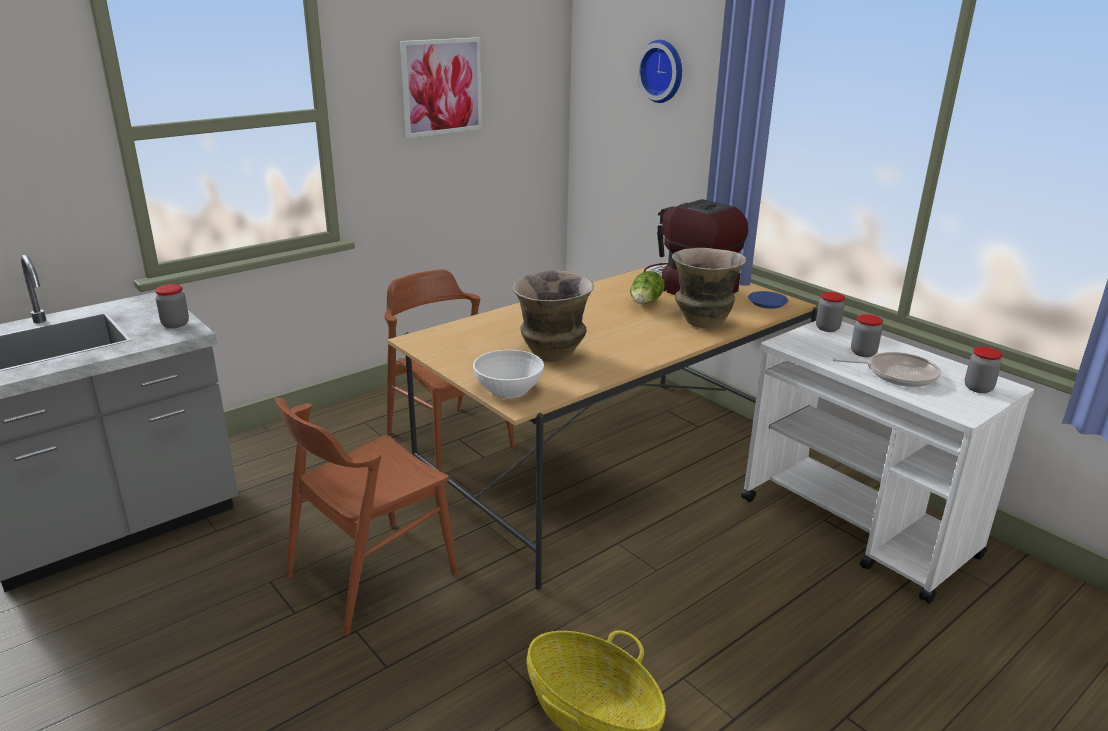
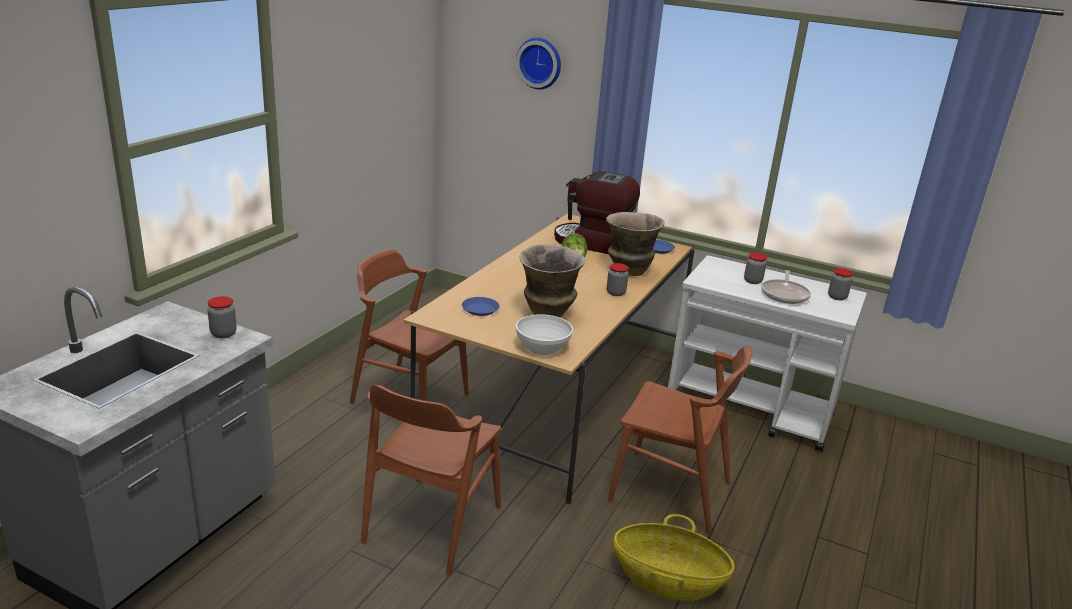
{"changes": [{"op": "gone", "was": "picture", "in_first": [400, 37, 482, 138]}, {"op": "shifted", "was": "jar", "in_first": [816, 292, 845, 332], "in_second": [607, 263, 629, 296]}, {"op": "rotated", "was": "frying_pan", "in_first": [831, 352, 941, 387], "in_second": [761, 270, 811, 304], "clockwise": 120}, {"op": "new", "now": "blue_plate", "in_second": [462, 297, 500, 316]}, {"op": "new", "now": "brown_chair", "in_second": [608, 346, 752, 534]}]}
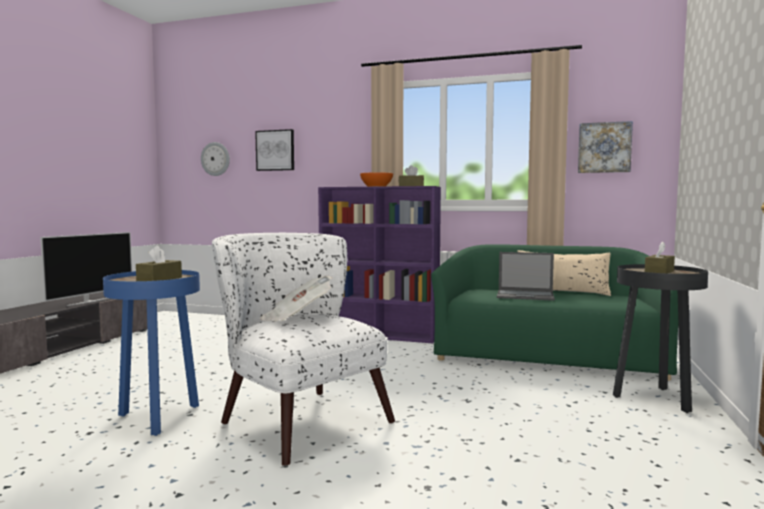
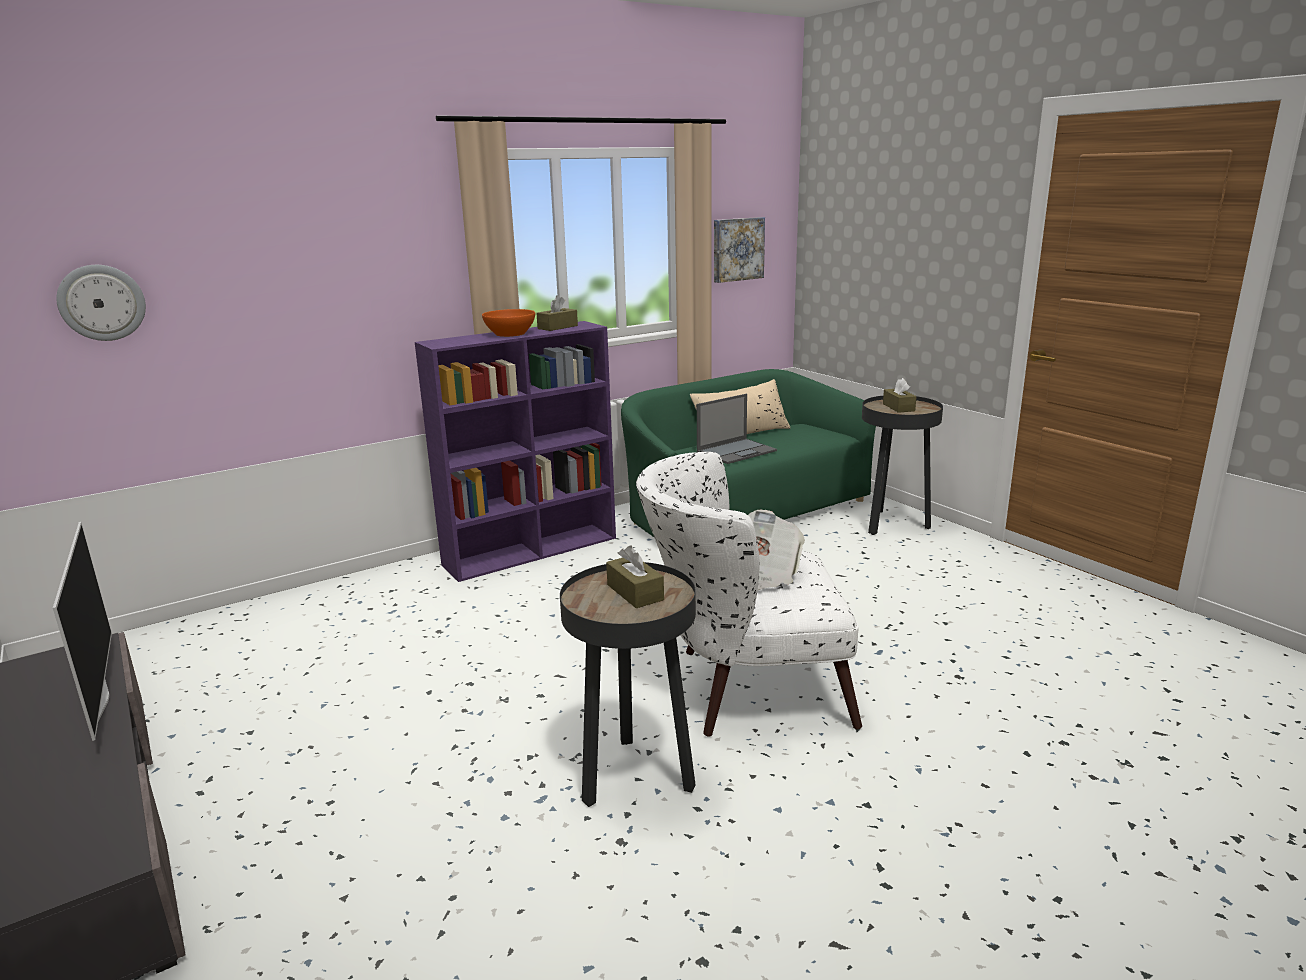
{"changes": [{"op": "gone", "was": "picture", "in_first": [255, 129, 294, 171]}, {"op": "repainted", "was": "blue_side_table", "now": "black_side_table", "in_first": [103, 270, 200, 436], "in_second": [560, 562, 696, 807]}]}
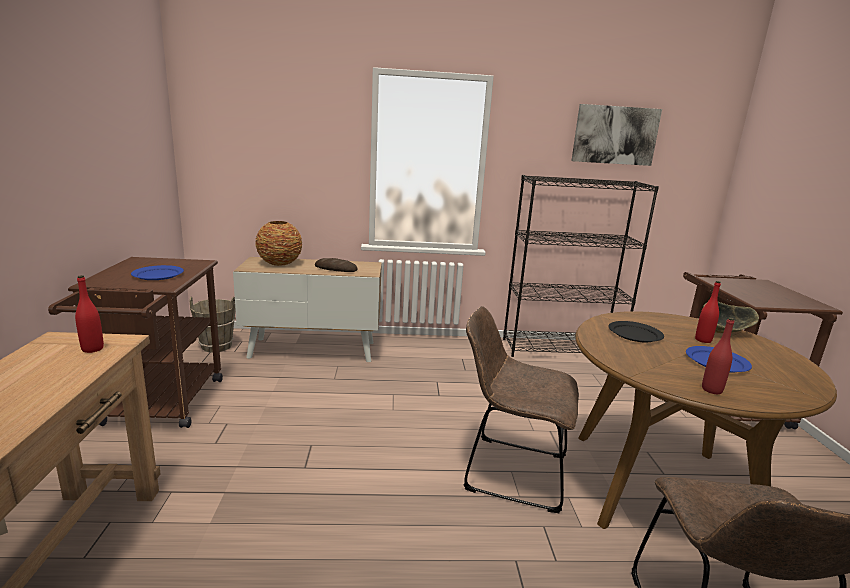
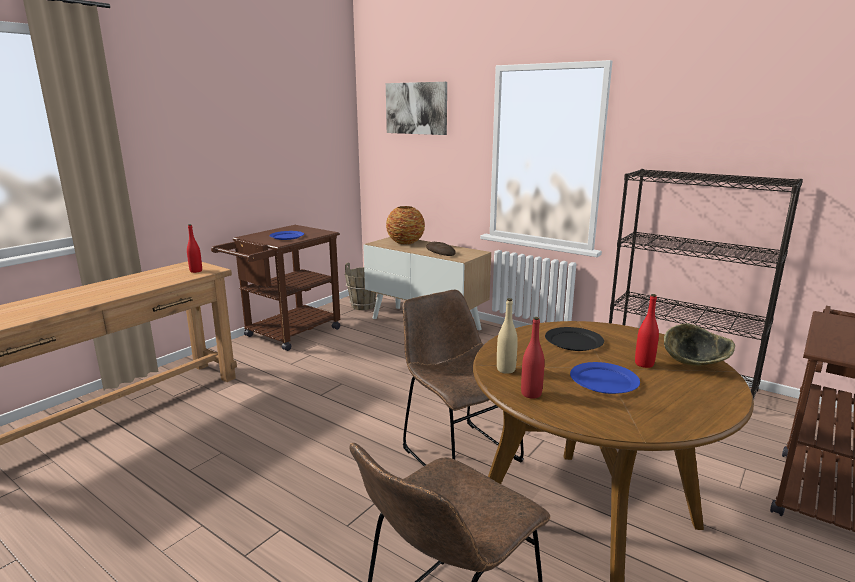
{"changes": [{"op": "shifted", "was": "picture", "in_first": [571, 104, 662, 166], "in_second": [386, 82, 447, 135]}, {"op": "new", "now": "beige_bottle", "in_second": [497, 298, 518, 374]}]}
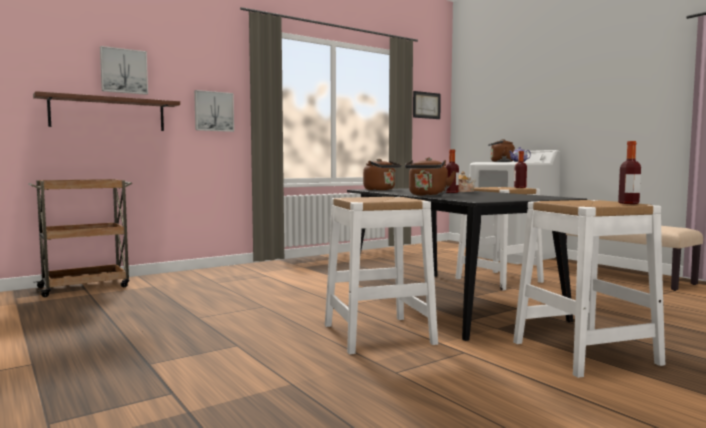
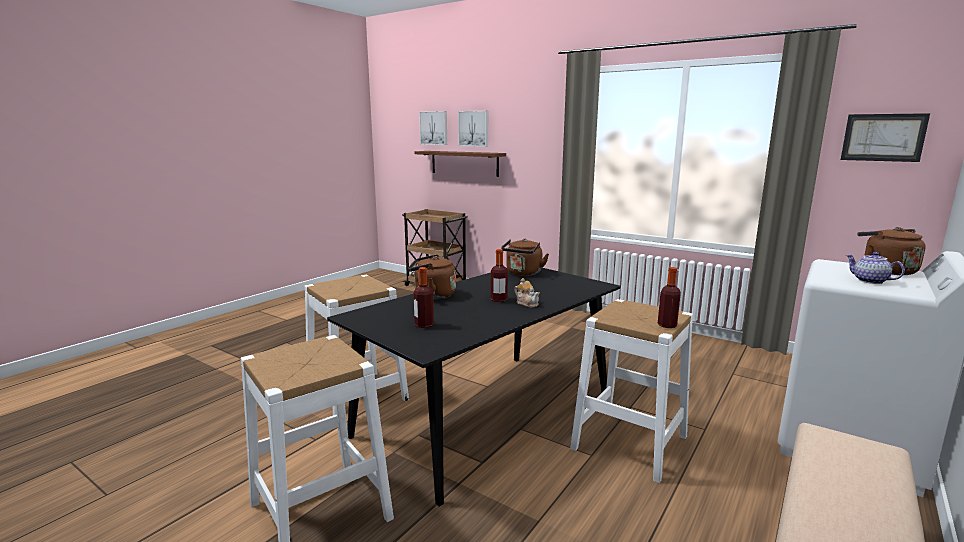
{"changes": [{"op": "shifted", "was": "picture", "in_first": [194, 90, 234, 132], "in_second": [419, 111, 447, 145]}, {"op": "shifted", "was": "bottle", "in_first": [618, 141, 641, 204], "in_second": [414, 267, 434, 328]}]}
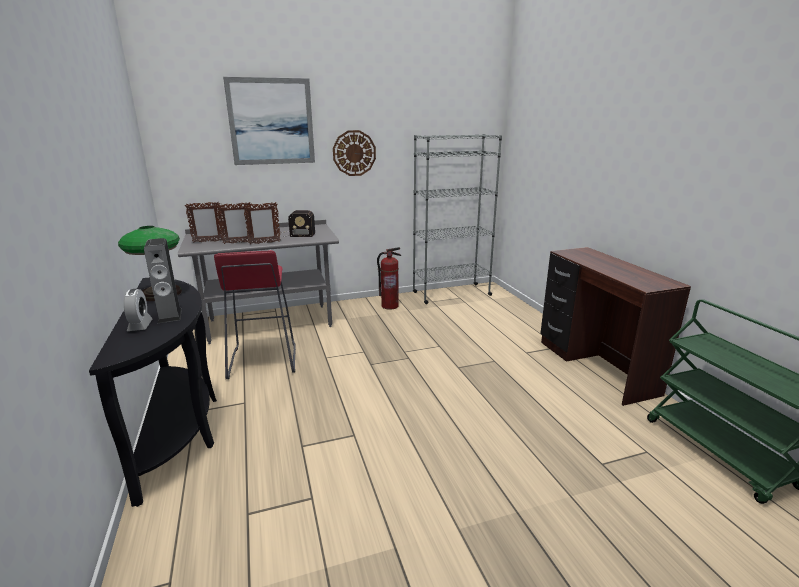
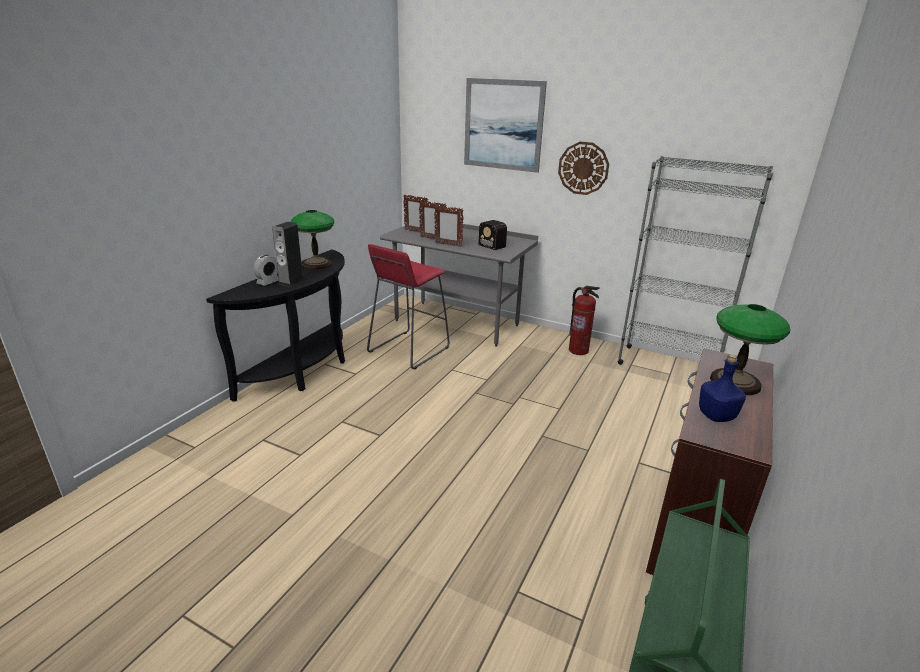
{"changes": [{"op": "new", "now": "table_lamp", "in_second": [710, 304, 790, 395]}, {"op": "new", "now": "blue_bottle", "in_second": [699, 355, 746, 422]}]}
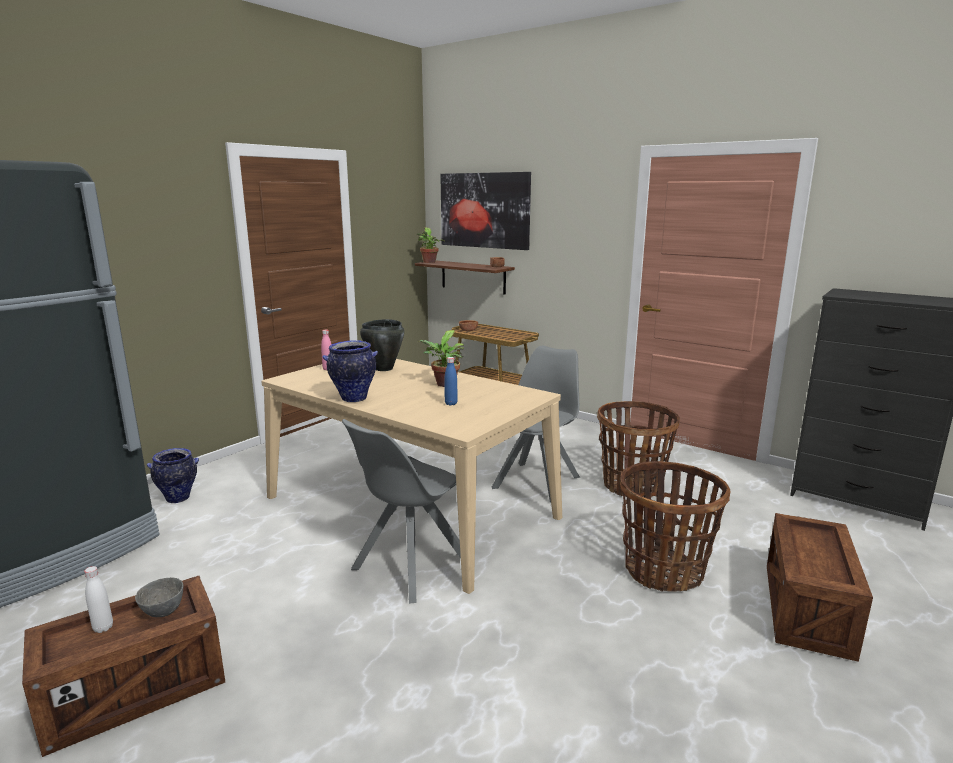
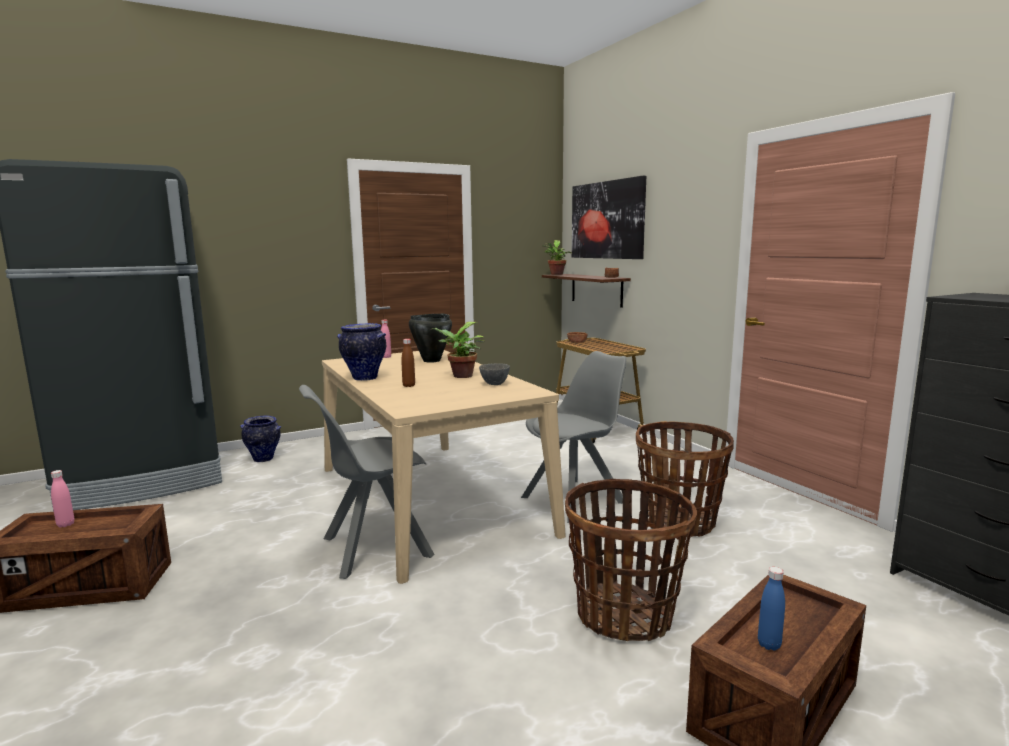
{"changes": [{"op": "shifted", "was": "blue_bottle", "in_first": [444, 357, 458, 405], "in_second": [758, 567, 785, 651]}, {"op": "repainted", "was": "white_bottle", "now": "pink_bottle", "in_first": [84, 566, 113, 633], "in_second": [51, 470, 74, 527]}, {"op": "shifted", "was": "grey_bowl", "in_first": [135, 577, 183, 617], "in_second": [479, 363, 510, 385]}, {"op": "new", "now": "brown_bottle", "in_second": [401, 339, 415, 387]}]}
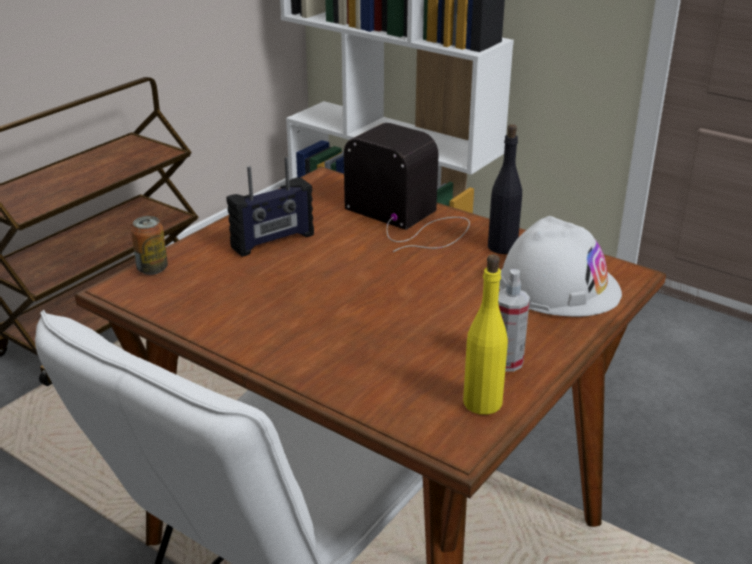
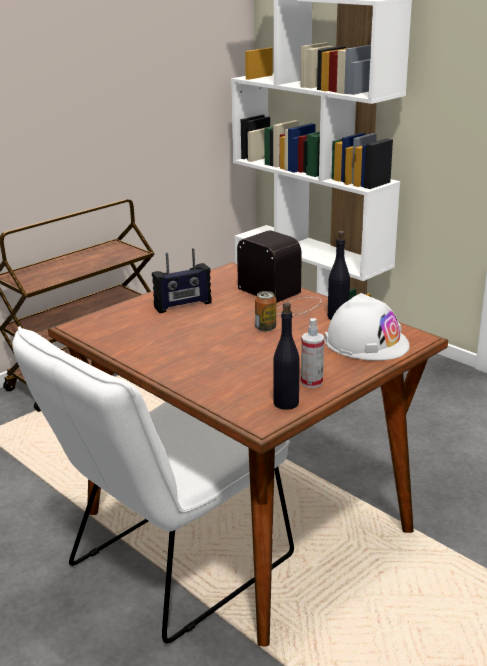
{"changes": [{"op": "shifted", "was": "can", "in_first": [131, 216, 168, 275], "in_second": [255, 291, 276, 331]}, {"op": "repainted", "was": "yellow_bottle", "now": "black_bottle", "in_first": [463, 255, 508, 415], "in_second": [273, 302, 300, 410]}]}
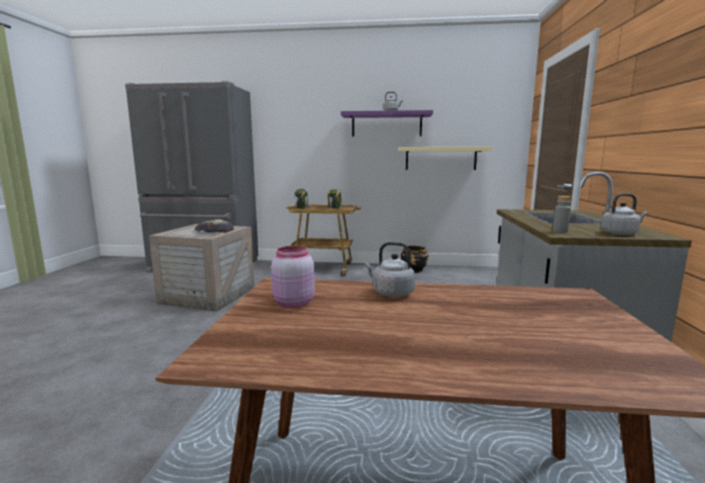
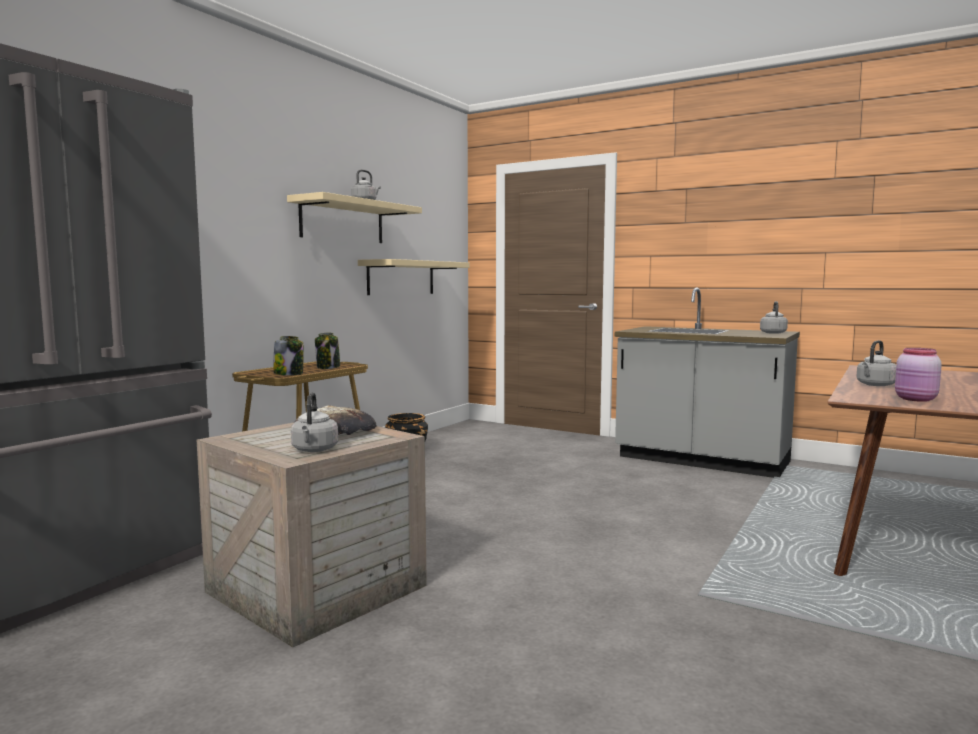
{"changes": [{"op": "repainted", "was": "purple_shelf", "now": "beige_shelf", "in_first": [341, 110, 433, 137], "in_second": [287, 192, 422, 243]}, {"op": "gone", "was": "grey_bottle", "in_first": [553, 196, 571, 233]}, {"op": "new", "now": "grey_kettle", "in_second": [291, 392, 338, 452]}]}
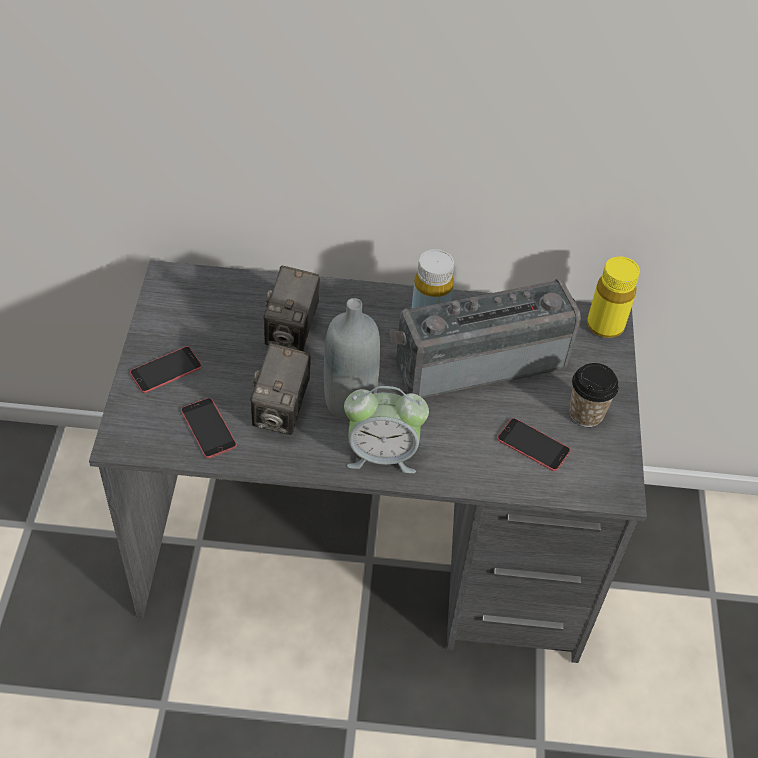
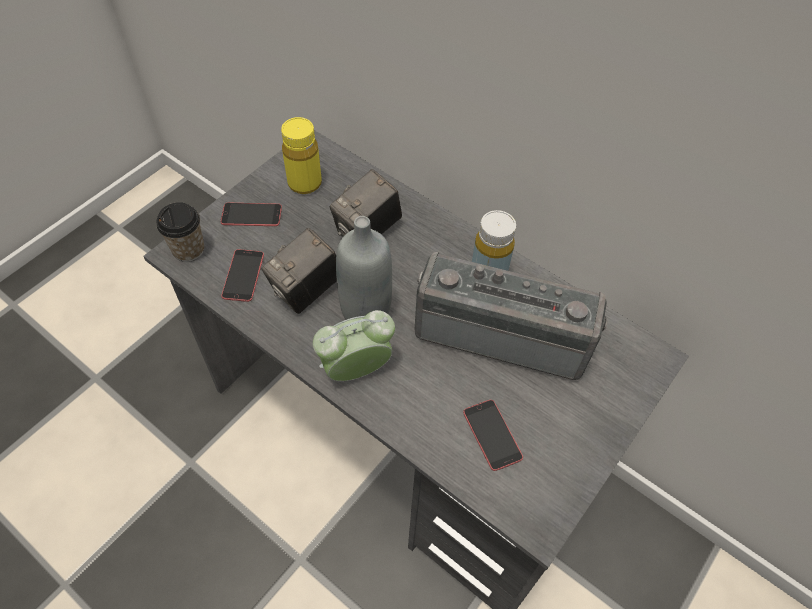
{"changes": [{"op": "shifted", "was": "yellow_bottle", "in_first": [587, 256, 640, 338], "in_second": [281, 117, 322, 194]}, {"op": "shifted", "was": "cup", "in_first": [569, 363, 619, 427], "in_second": [156, 202, 204, 262]}, {"op": "rotated", "was": "alarm_clock", "in_first": [344, 386, 429, 473], "in_second": [313, 310, 395, 381], "clockwise": 120}]}
